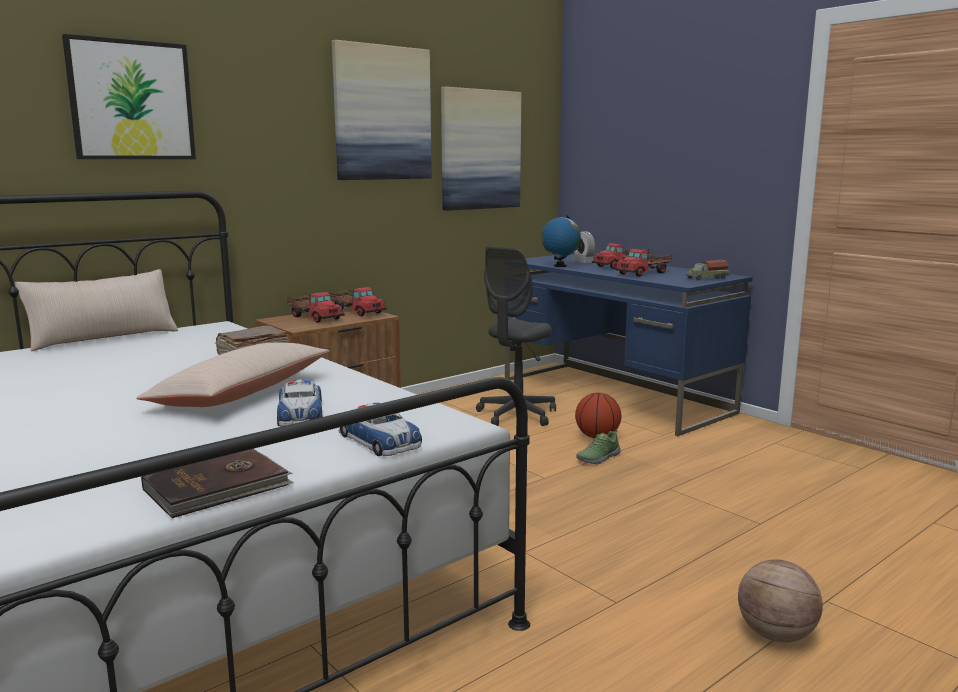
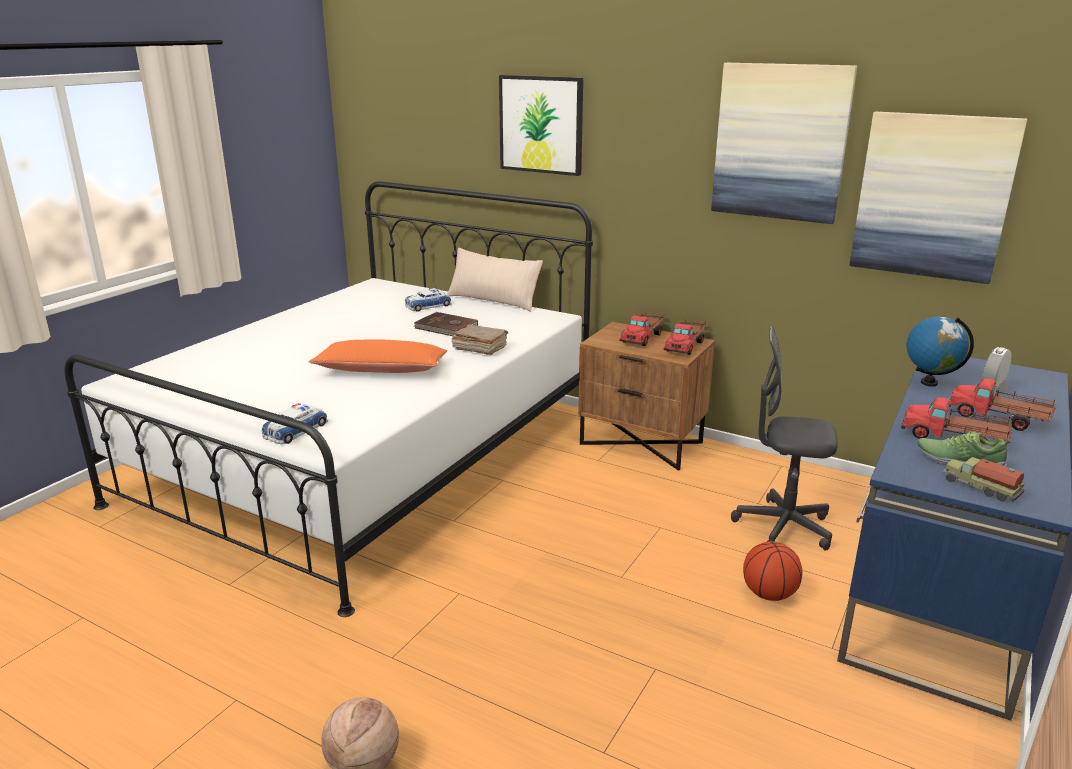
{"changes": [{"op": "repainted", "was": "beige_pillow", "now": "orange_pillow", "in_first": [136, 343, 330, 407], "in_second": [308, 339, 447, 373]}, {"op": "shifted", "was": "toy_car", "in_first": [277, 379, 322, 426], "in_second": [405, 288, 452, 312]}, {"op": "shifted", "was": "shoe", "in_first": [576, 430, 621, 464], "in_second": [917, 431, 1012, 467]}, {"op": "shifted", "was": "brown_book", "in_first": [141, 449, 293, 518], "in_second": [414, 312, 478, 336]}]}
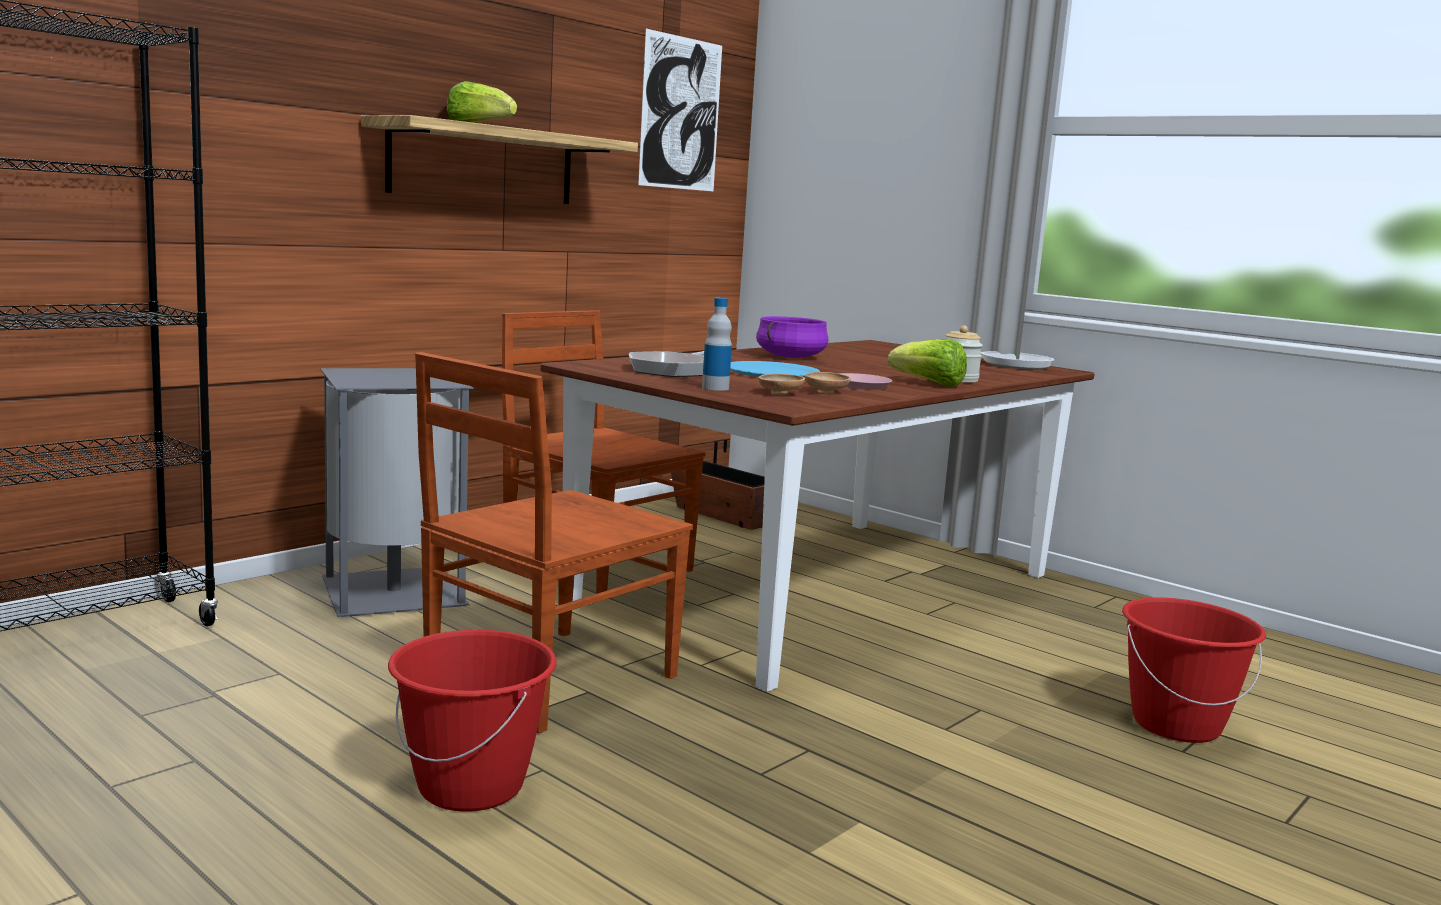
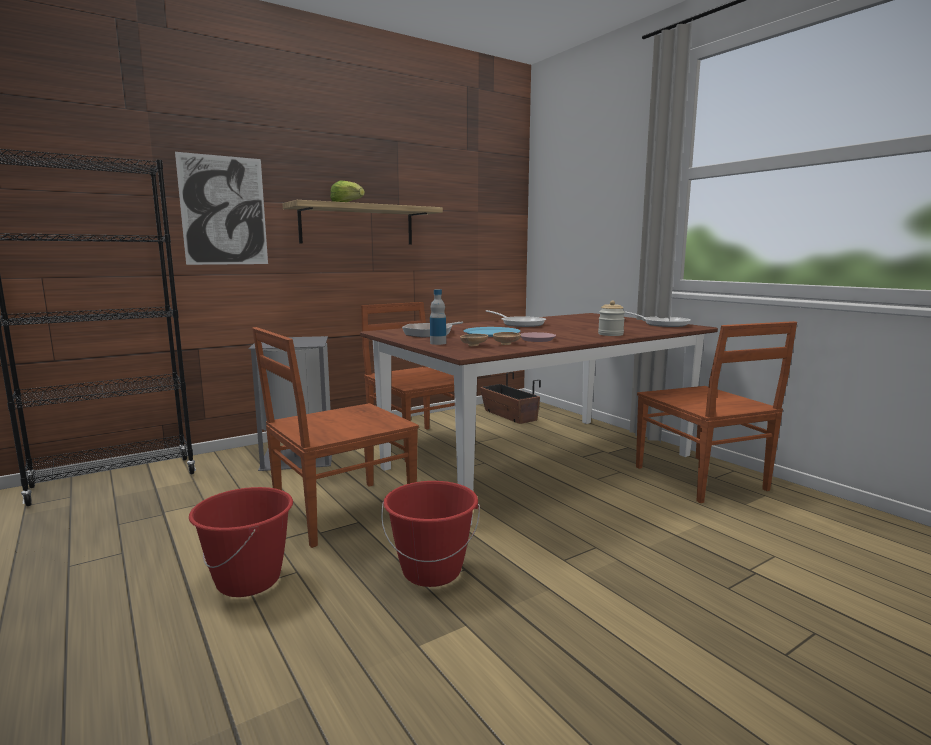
{"changes": [{"op": "shifted", "was": "picture", "in_first": [638, 29, 722, 191], "in_second": [175, 152, 268, 265]}, {"op": "swapped", "was": "purple_cooking_pot", "now": "frying_pan", "in_first": [756, 316, 828, 358], "in_second": [486, 310, 546, 327]}, {"op": "gone", "was": "lettuce", "in_first": [888, 339, 967, 387]}, {"op": "shifted", "was": "red_bucket", "in_first": [1122, 597, 1266, 743], "in_second": [381, 481, 480, 587]}, {"op": "new", "now": "brown_chair", "in_second": [636, 321, 797, 503]}]}
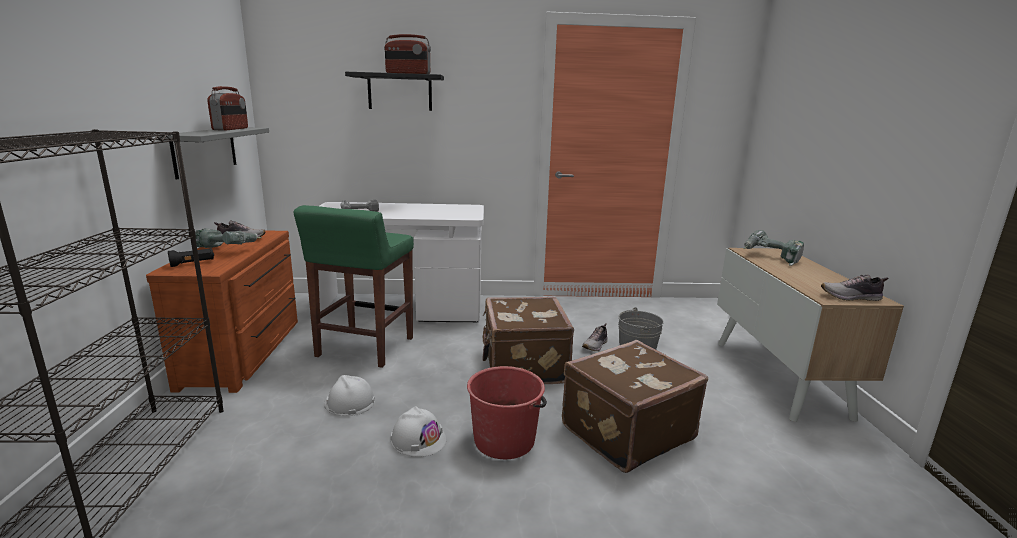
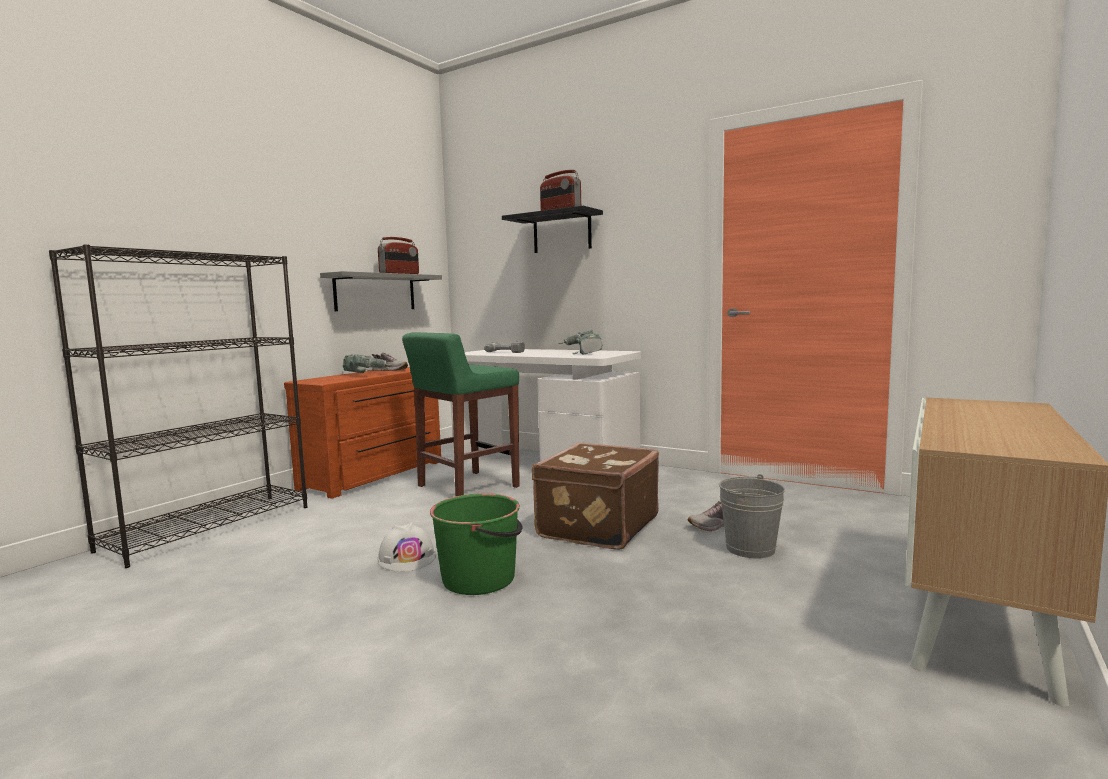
{"changes": [{"op": "shifted", "was": "power_drill", "in_first": [744, 230, 804, 266], "in_second": [558, 330, 602, 355]}, {"op": "gone", "was": "black_flashlight", "in_first": [168, 248, 214, 267]}, {"op": "gone", "was": "shoe", "in_first": [821, 275, 888, 301]}, {"op": "gone", "was": "brown_suitcase", "in_first": [562, 340, 708, 473]}, {"op": "repainted", "was": "red_bucket", "now": "green_bucket", "in_first": [467, 366, 547, 459], "in_second": [430, 493, 523, 595]}, {"op": "gone", "was": "white_hard_hat", "in_first": [324, 375, 375, 416]}]}
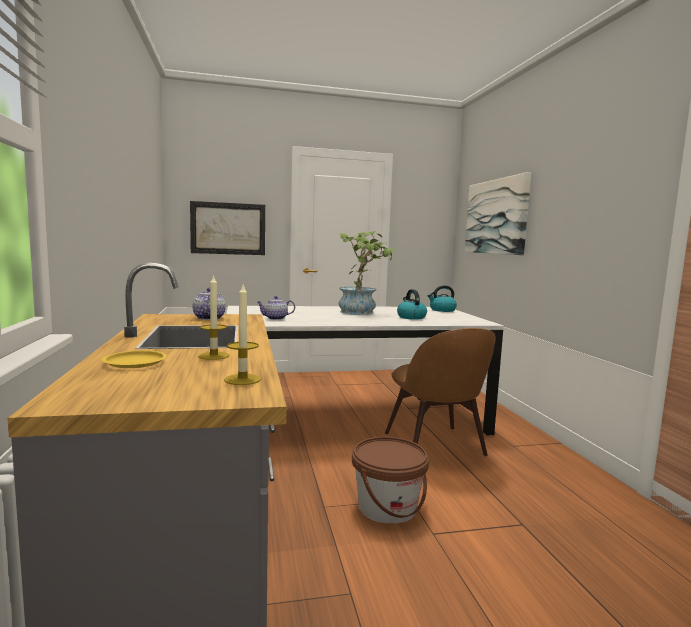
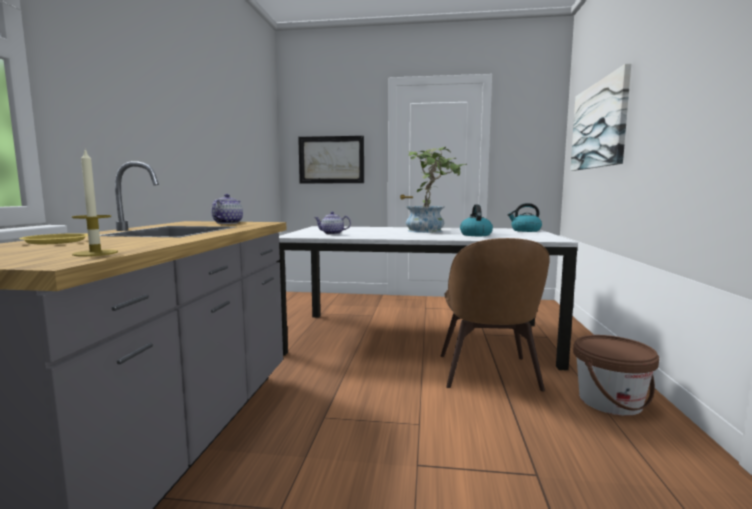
{"changes": [{"op": "gone", "was": "candle", "in_first": [198, 274, 230, 360]}, {"op": "shifted", "was": "brown_bucket", "in_first": [352, 437, 429, 524], "in_second": [573, 335, 659, 416]}]}
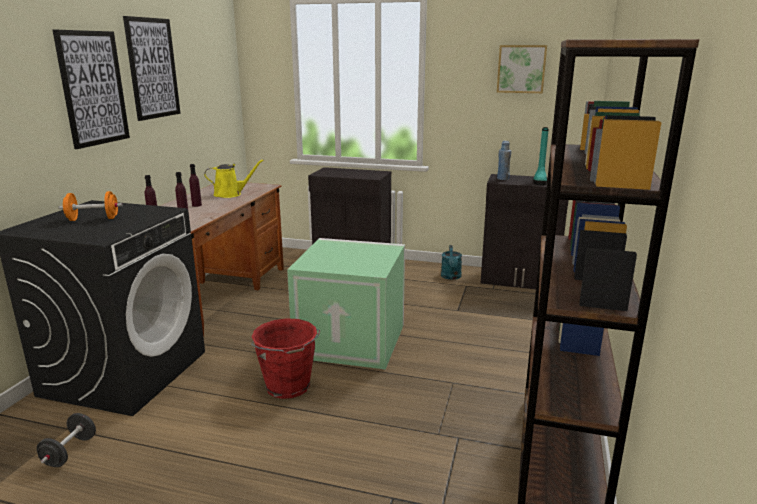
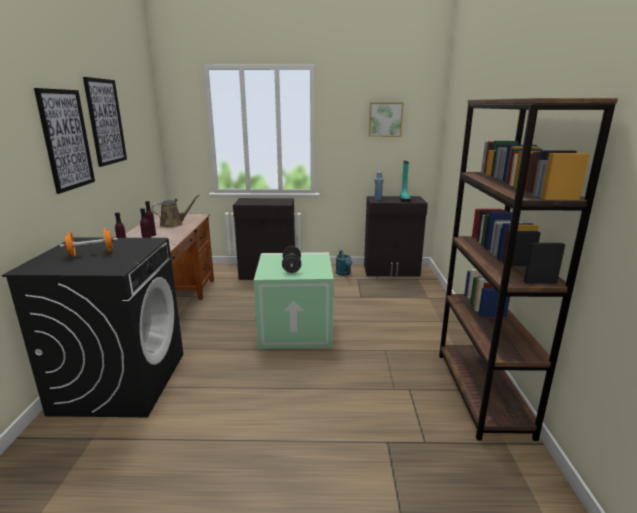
{"changes": [{"op": "repainted", "was": "yellow_watering_can", "now": "brown_watering_can", "in_first": [204, 159, 264, 198], "in_second": [152, 194, 200, 227]}, {"op": "gone", "was": "red_bucket", "in_first": [251, 318, 320, 399]}, {"op": "shifted", "was": "black_dumbbell", "in_first": [37, 413, 96, 467], "in_second": [282, 246, 301, 273]}]}
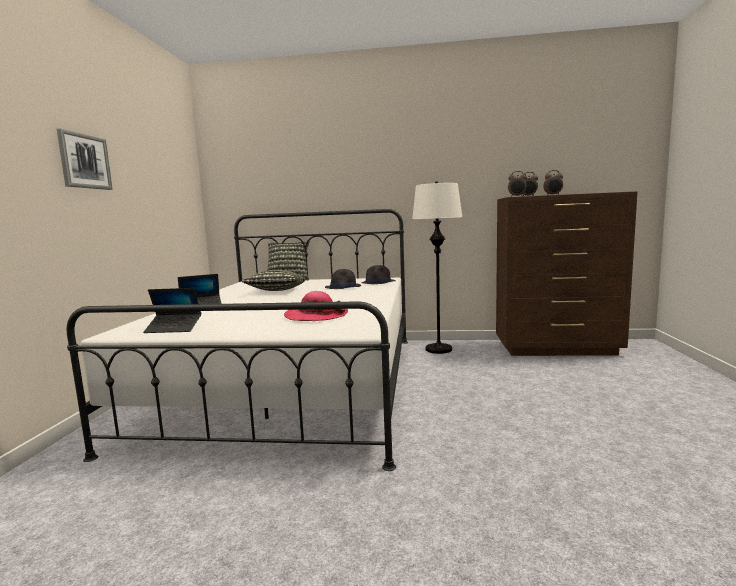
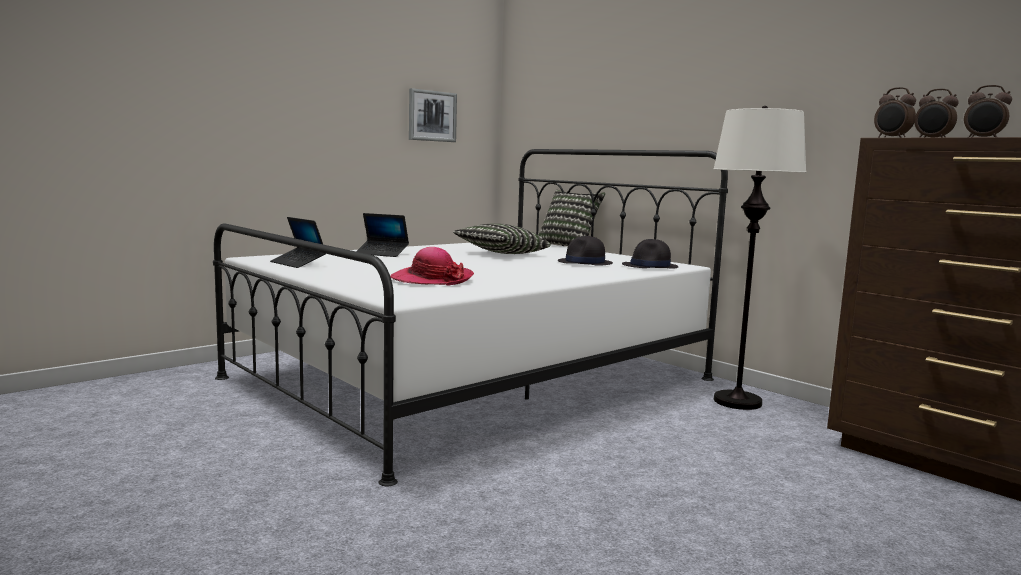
{"changes": [{"op": "shifted", "was": "picture", "in_first": [57, 129, 113, 190], "in_second": [409, 88, 457, 142]}]}
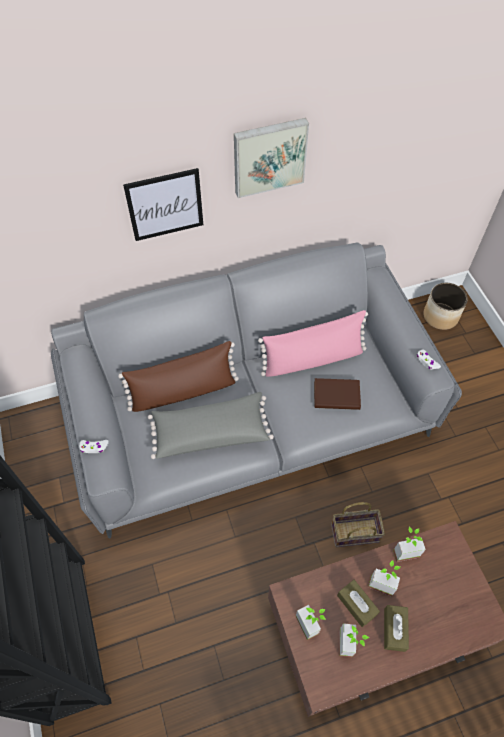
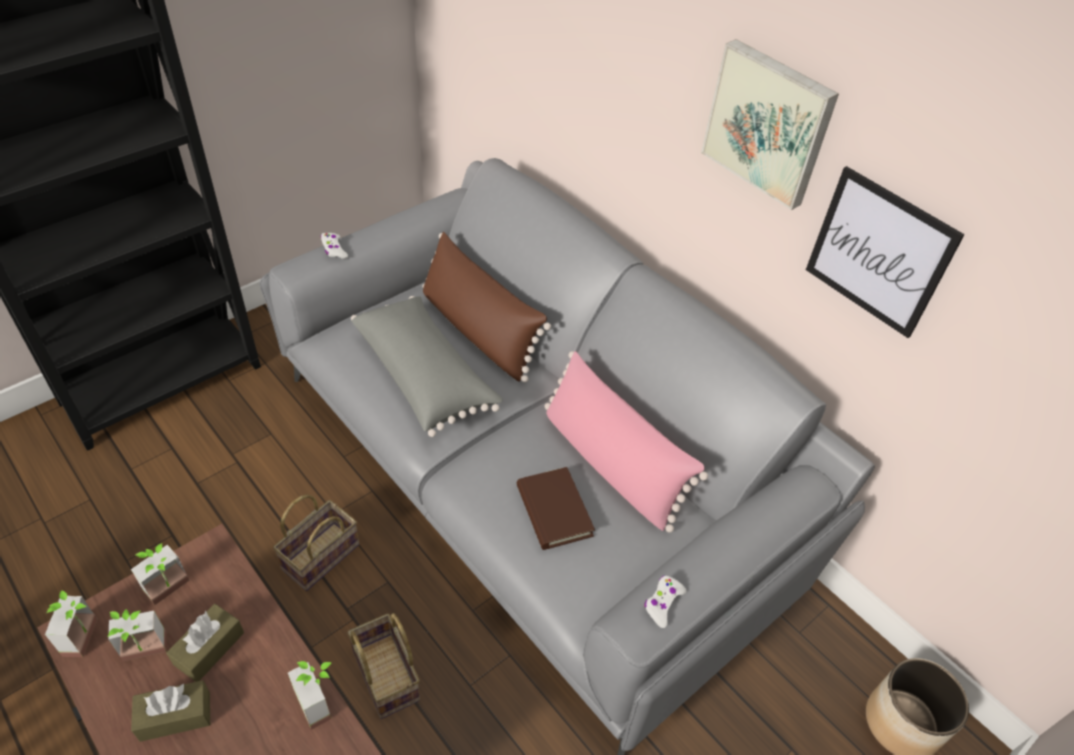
{"changes": [{"op": "shifted", "was": "picture", "in_first": [123, 168, 203, 241], "in_second": [806, 166, 965, 338]}, {"op": "shifted", "was": "potted_plant", "in_first": [368, 560, 400, 597], "in_second": [45, 590, 97, 657]}, {"op": "new", "now": "basket", "in_second": [273, 494, 359, 591]}]}
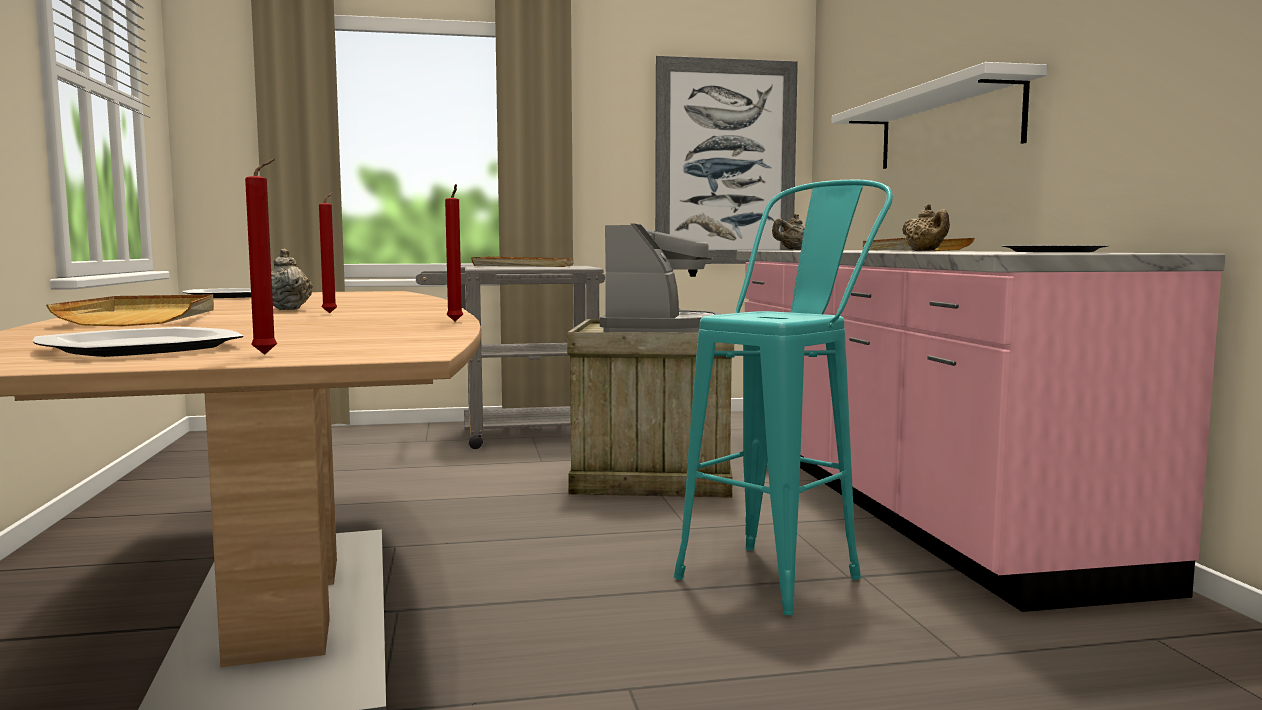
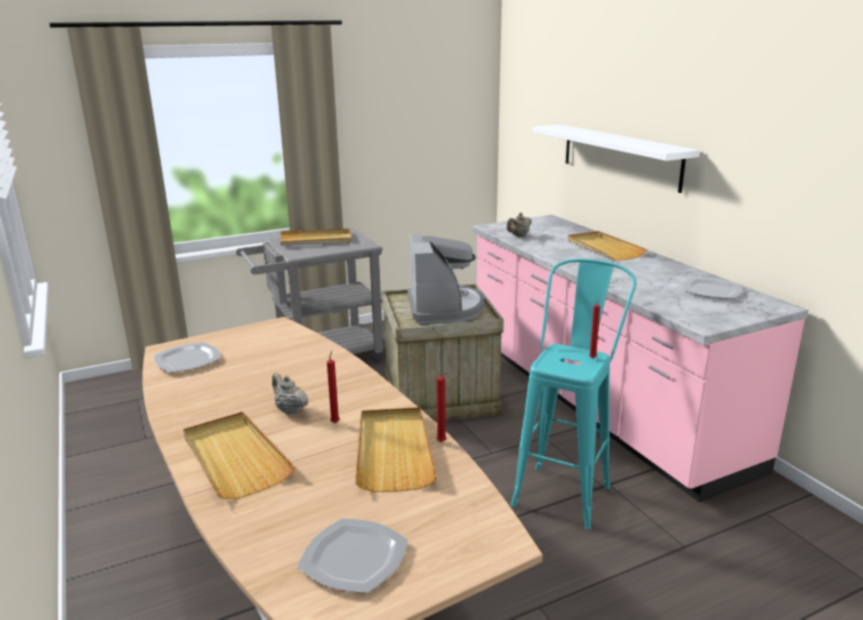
{"changes": [{"op": "gone", "was": "picture", "in_first": [655, 56, 798, 264]}, {"op": "shifted", "was": "red_candle", "in_first": [245, 159, 277, 355], "in_second": [589, 298, 600, 359]}, {"op": "gone", "was": "beige_teapot", "in_first": [902, 204, 950, 251]}, {"op": "new", "now": "beige_tray", "in_second": [355, 407, 437, 492]}]}
